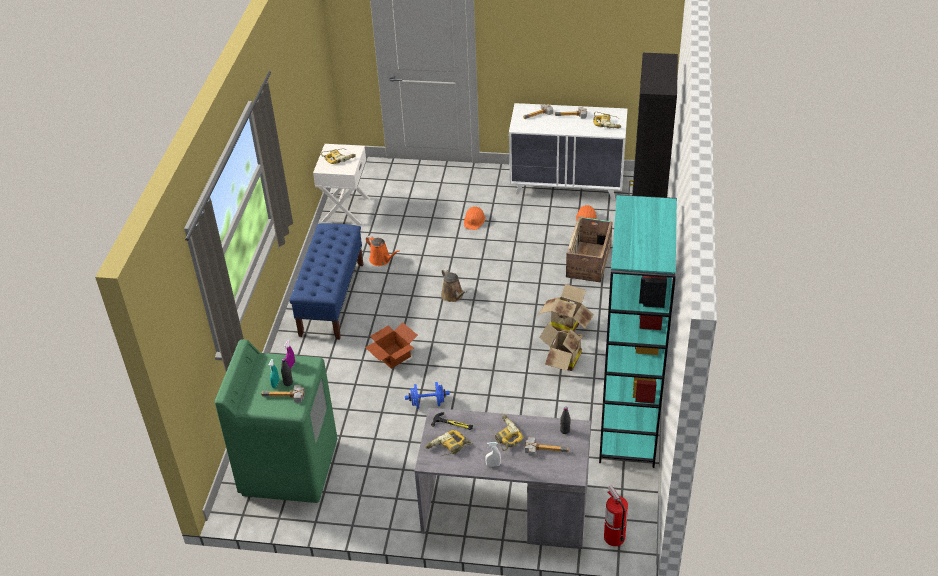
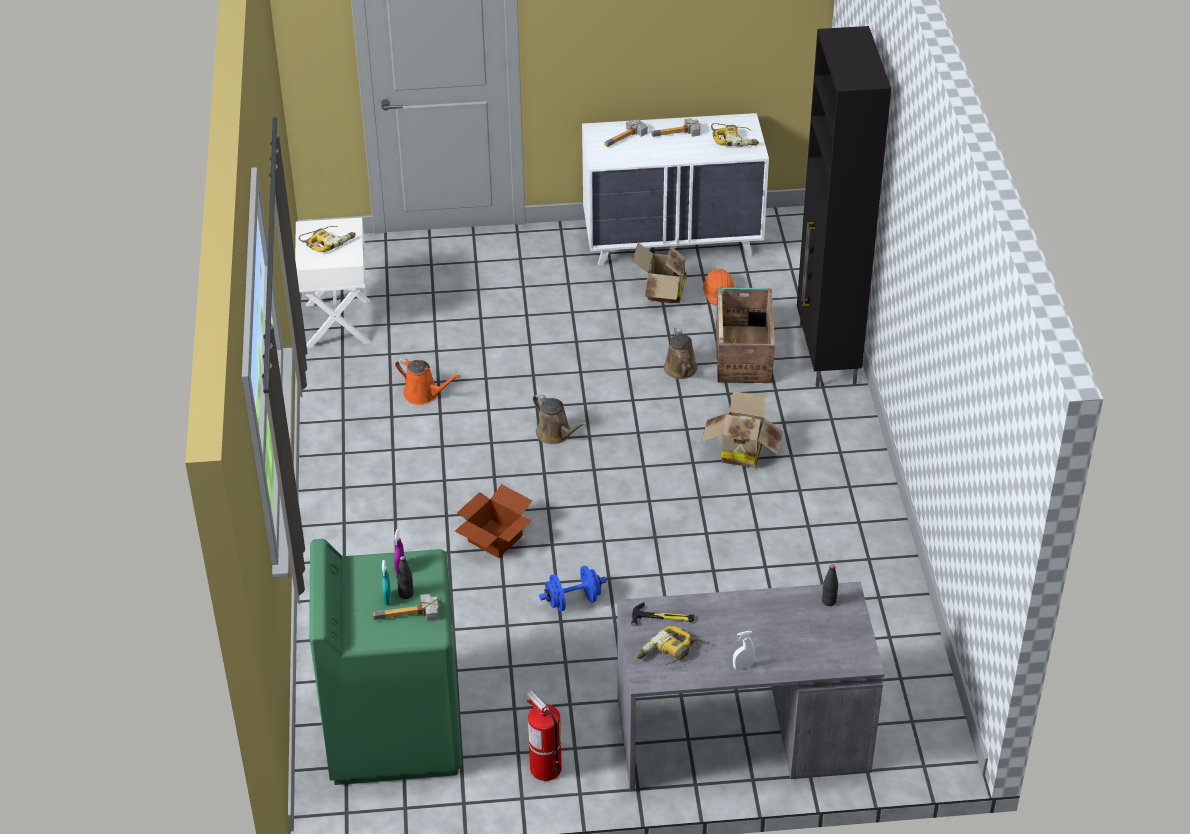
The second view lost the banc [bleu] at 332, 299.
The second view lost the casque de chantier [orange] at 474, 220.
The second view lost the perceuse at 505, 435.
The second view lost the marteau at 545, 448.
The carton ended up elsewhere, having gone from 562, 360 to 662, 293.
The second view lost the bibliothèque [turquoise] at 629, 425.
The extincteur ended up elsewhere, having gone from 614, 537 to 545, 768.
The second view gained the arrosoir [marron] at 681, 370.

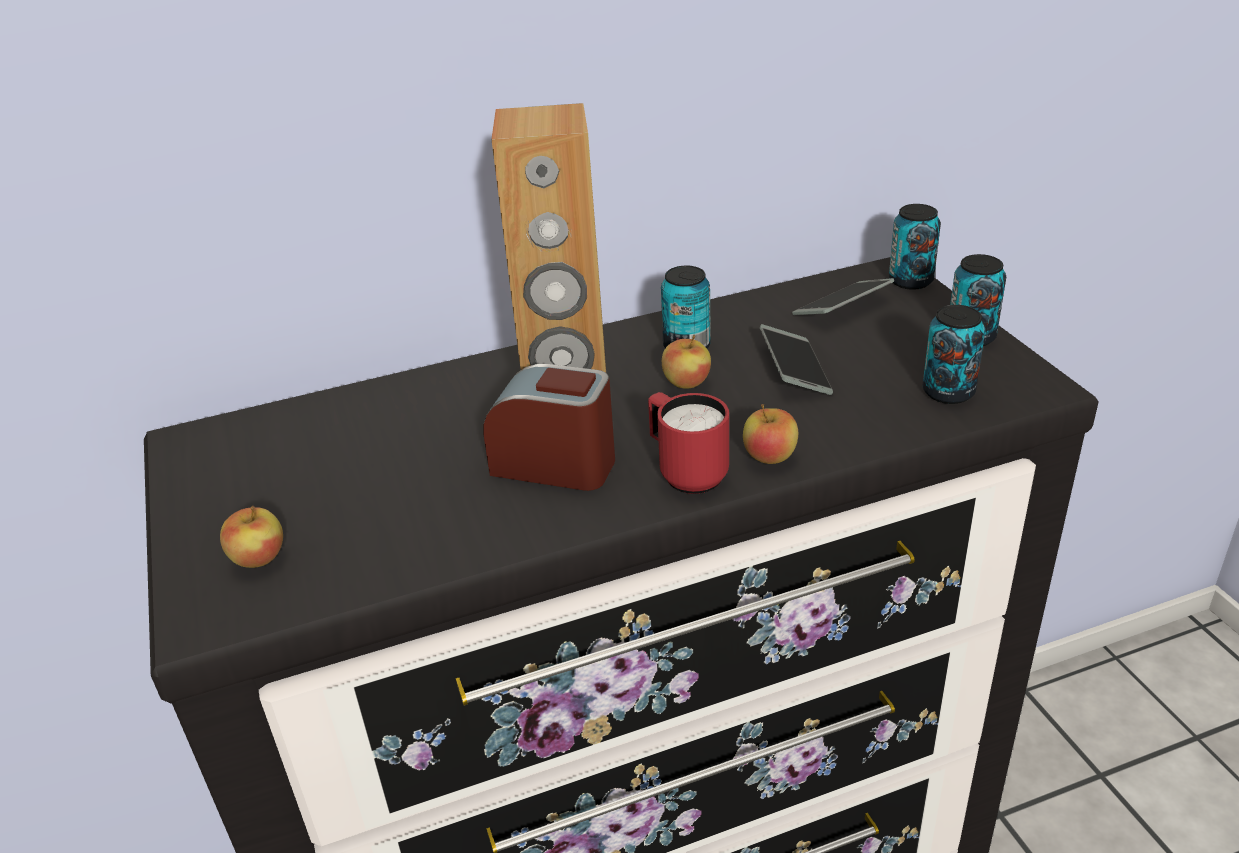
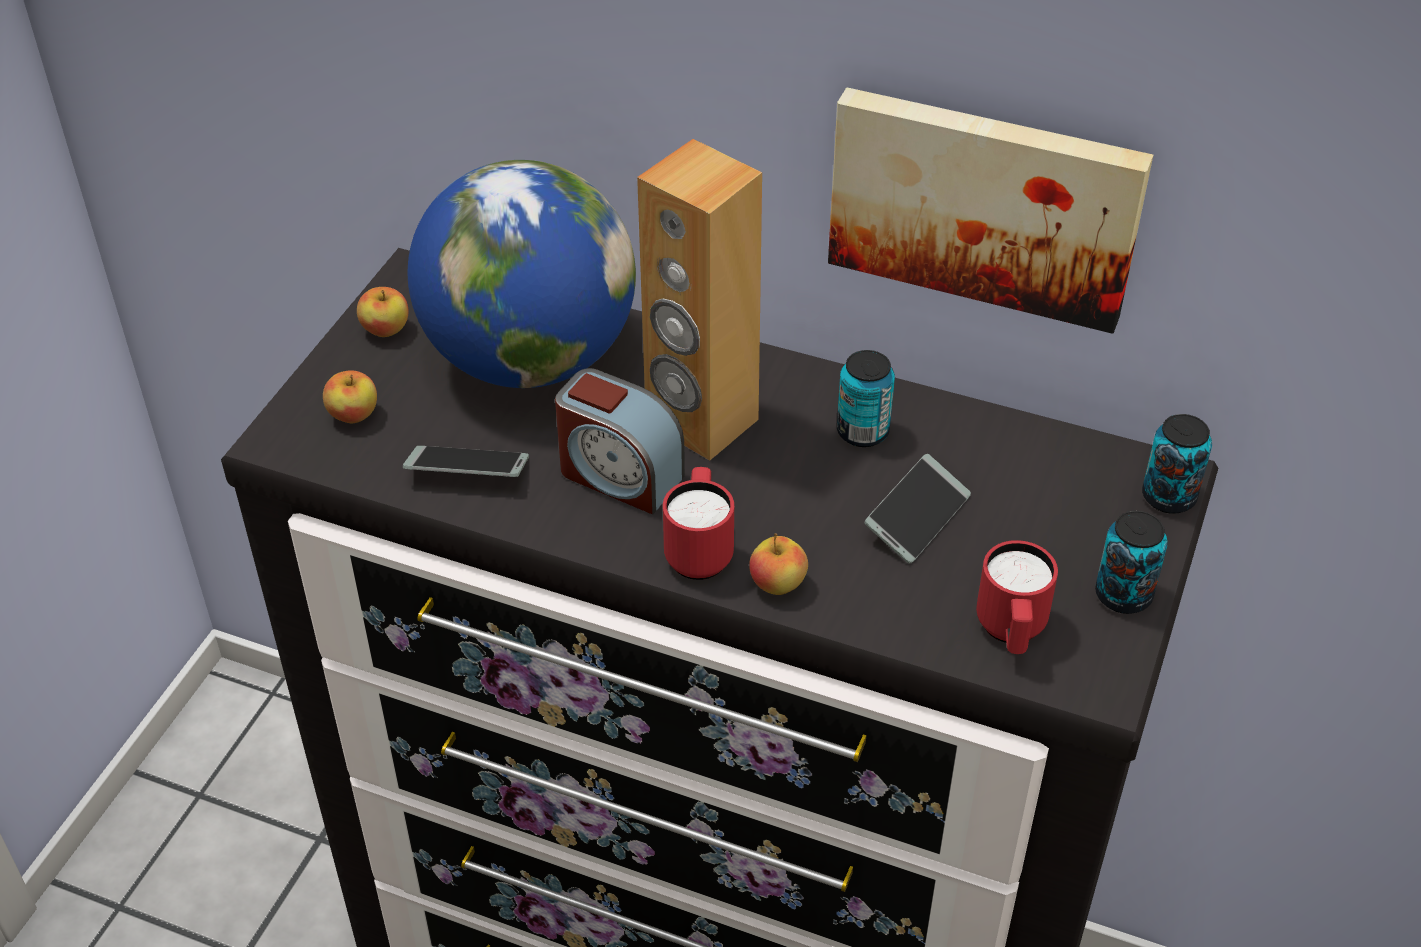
The réveil at 555, 464 ended up facing another way, 150 degrees clockwise from before.
The pomme ended up elsewhere, having gone from 686, 383 to 386, 330.
The téléphone ended up elsewhere, having gone from 842, 307 to 467, 471.
Where the boîte métallique stood at 948, 392, the mug [rouge] came to stand at 1011, 632.
The second view gained the globe at 530, 359.
The second view gained the tableau at 985, 203.

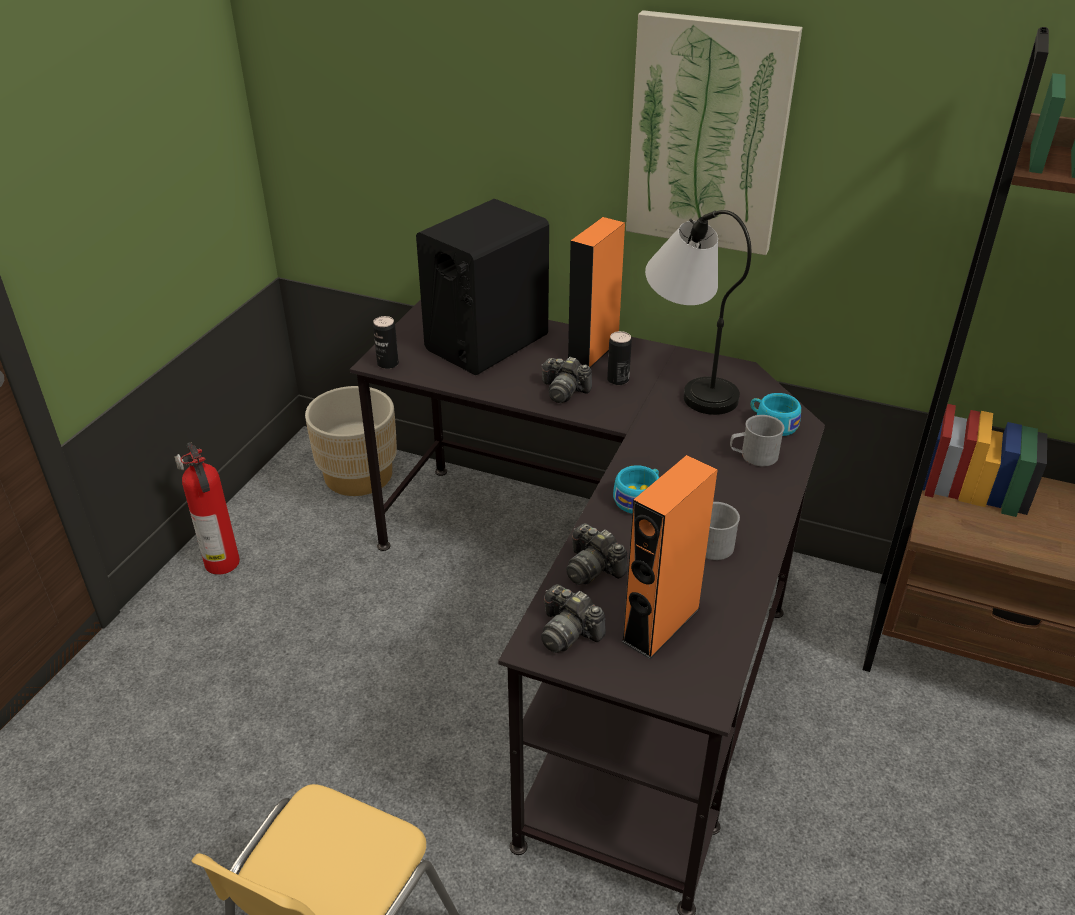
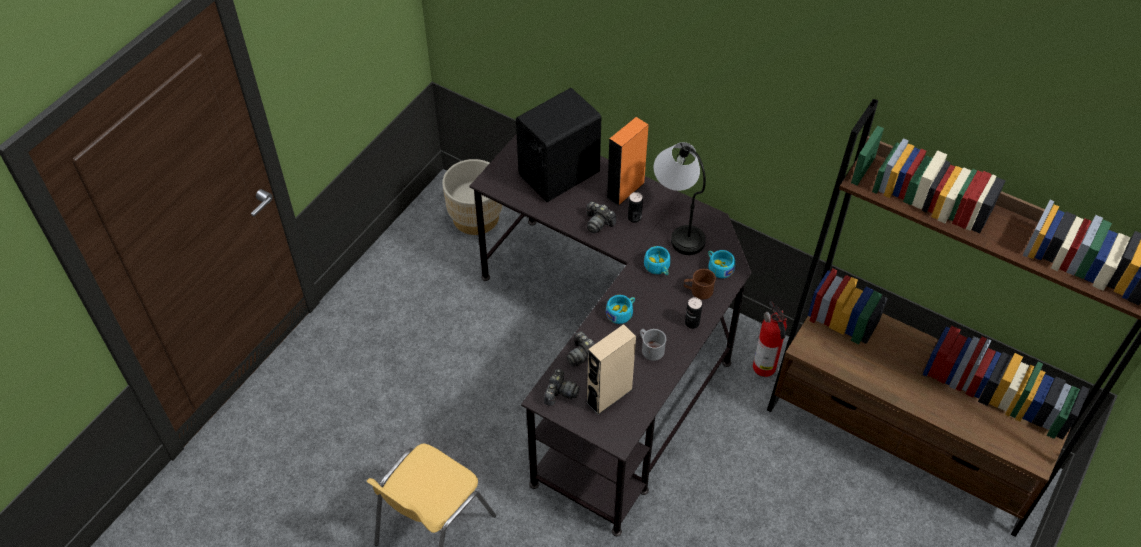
The extincteur ended up elsewhere, having gone from 223, 564 to 765, 368.
The boîte métallique ended up elsewhere, having gone from 388, 364 to 692, 323.
The appareil photo at 568, 632 ended up facing another way, 120 degrees counterclockwise from before.
What was the enceinte [orange] at 661, 624 turned into the enceinte [beige] at 609, 396.
The second view lost the tableau at 708, 135.
What was the mug [gris] at 753, 456 turned into the mug [marron] at 698, 290.
The second view gained the tasse [turquoise] at 658, 267.

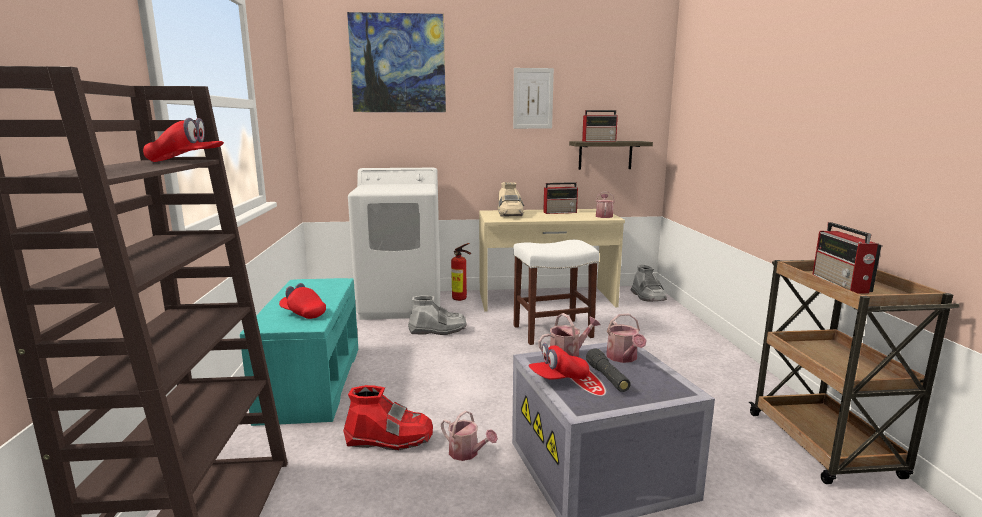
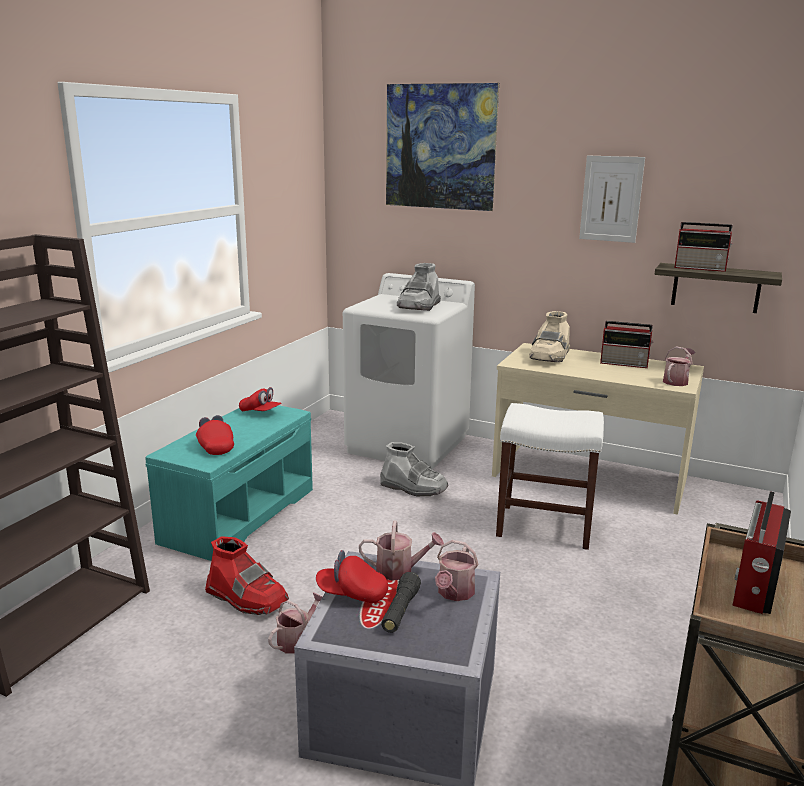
The casquette [rouge] ended up elsewhere, having gone from 186, 161 to 260, 412.
The arrosoir at 467, 453 ended up facing another way, 120 degrees counterclockwise from before.
The second view lost the extincteur at 461, 299.
The botte [gris] ended up elsewhere, having gone from 648, 297 to 419, 307.

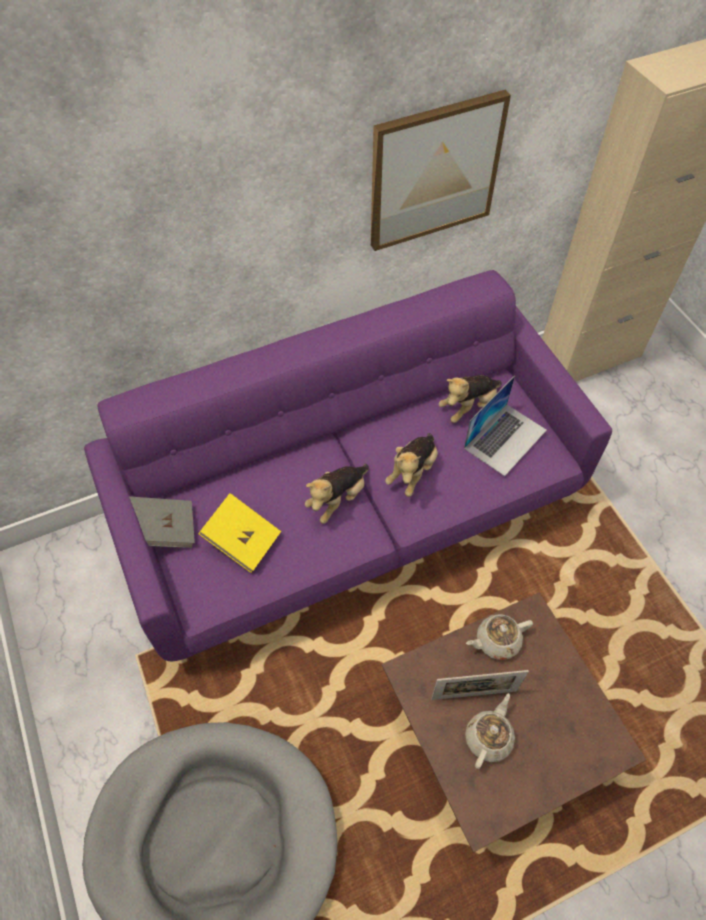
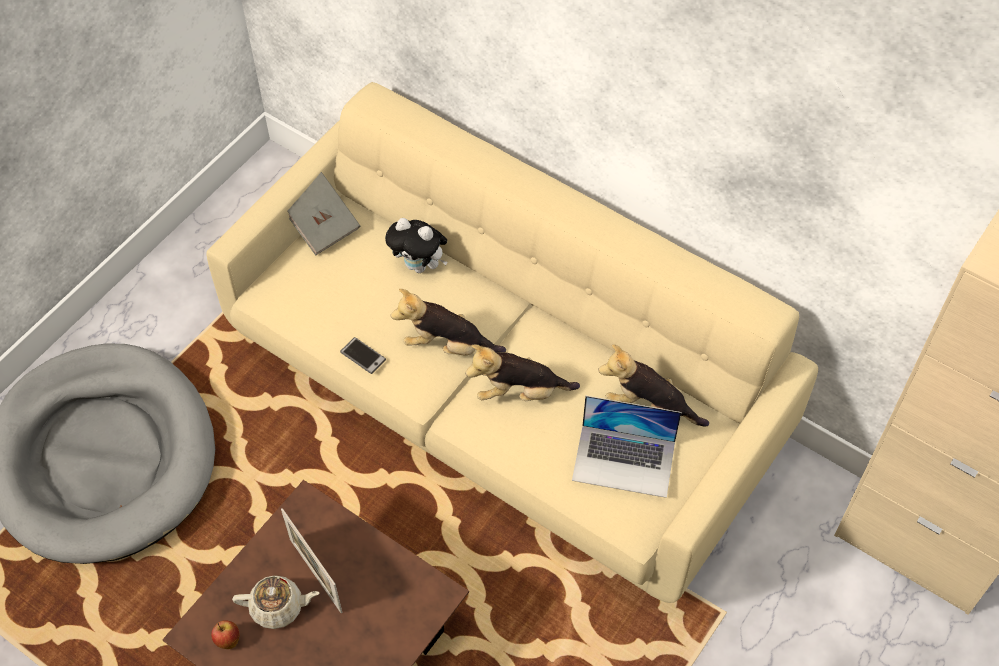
What was the canapé [violet] at 353, 511 turned into the canapé [beige] at 501, 397.
The second view lost the livre [jaune] at 242, 540.
The second view lost the tableau at 434, 171.
The second view lost the théière [beige] at 496, 641.
The second view gained the pomme at 228, 640.
The second view gained the téléphone at 363, 356.
The second view gained the peluche at 420, 266.

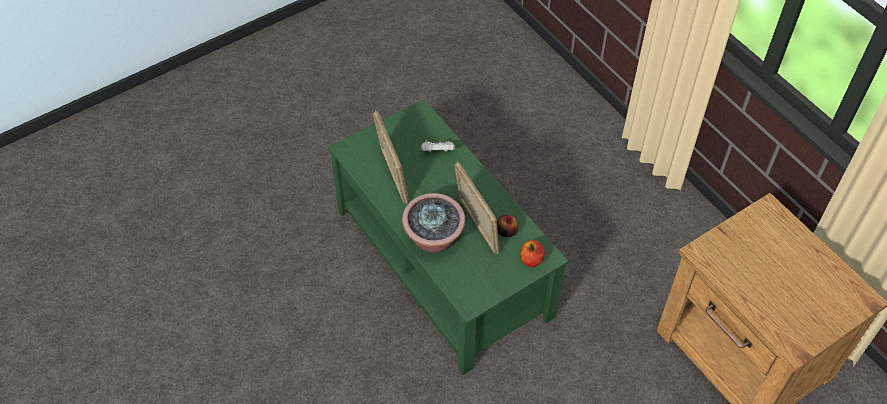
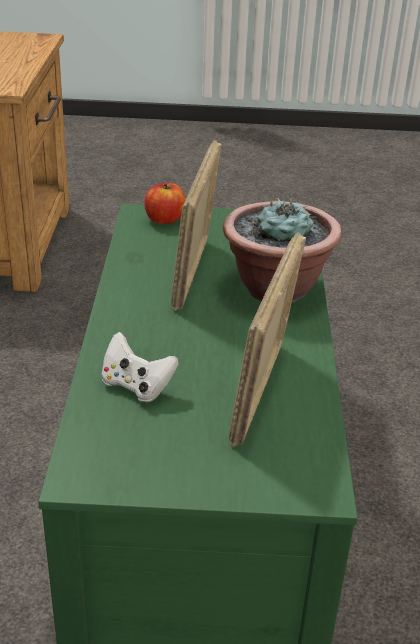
The second view lost the pomme at 506, 231.

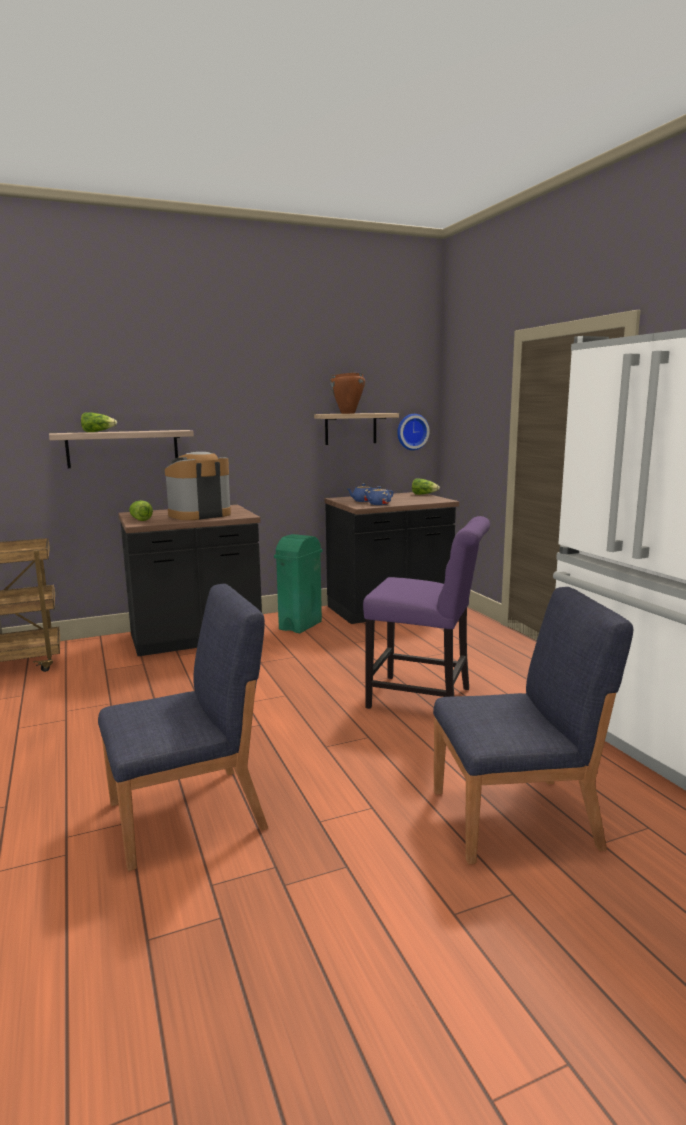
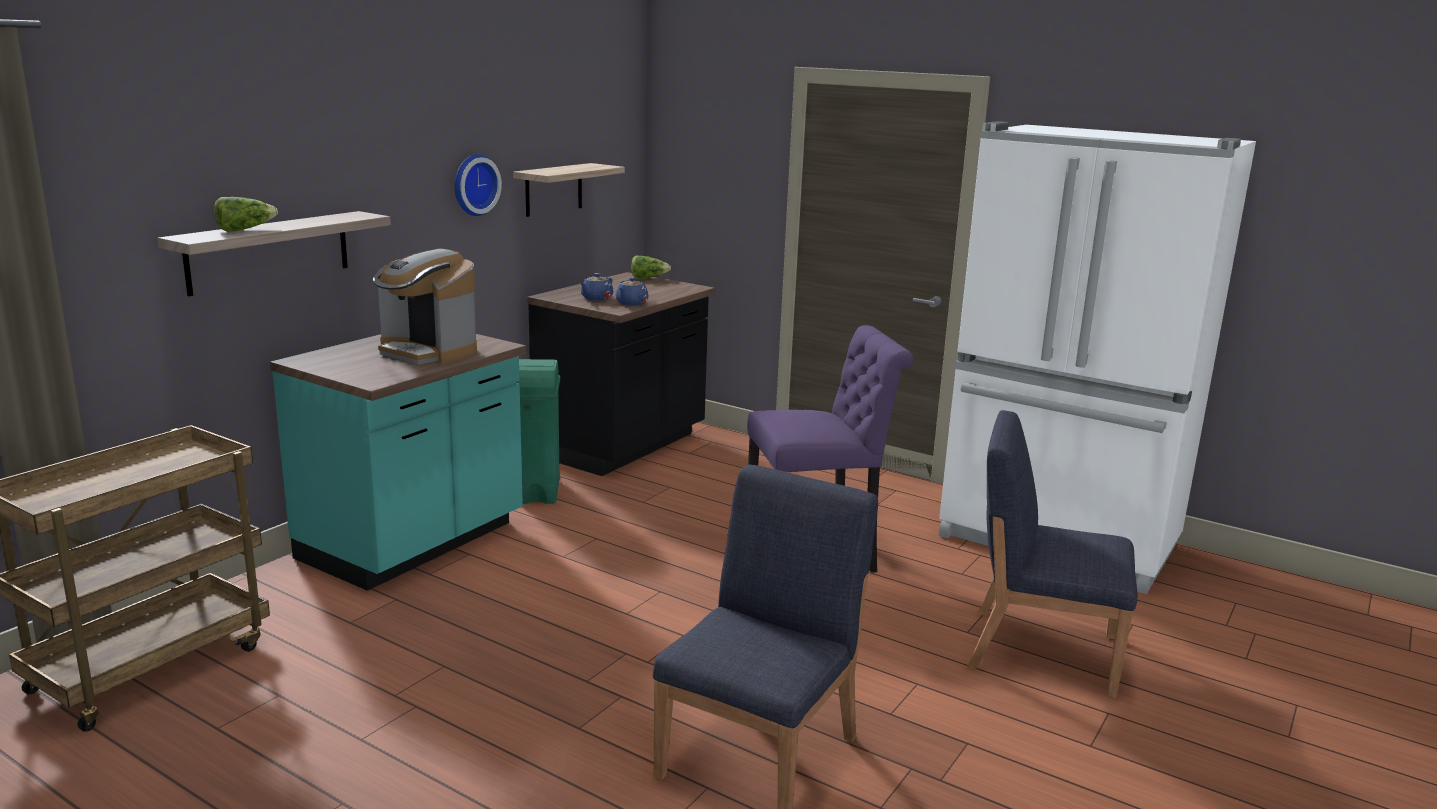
What was the comptoir de cuisine [noir] at 195, 638 turned into the comptoir de cuisine [turquoise] at 414, 543.
The second view lost the laitue at 140, 519.
The machine à café at 199, 515 ended up facing another way, 75 degrees counterclockwise from before.
The second view lost the marmite [marron] at 347, 413.
The horloge murale ended up elsewhere, having gone from 411, 431 to 473, 184.
The chaise [bleu] at 516, 818 ended up facing another way, 120 degrees counterclockwise from before.

